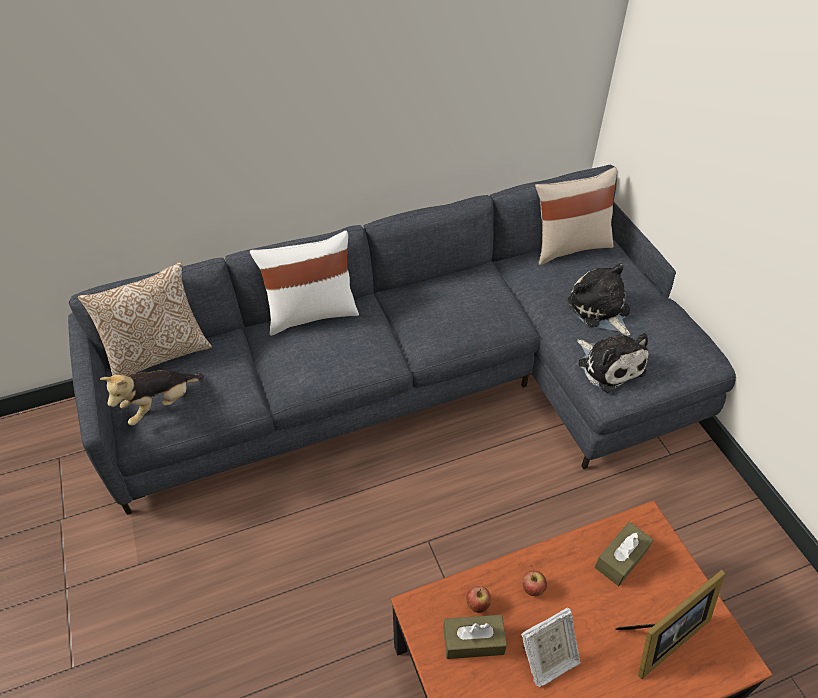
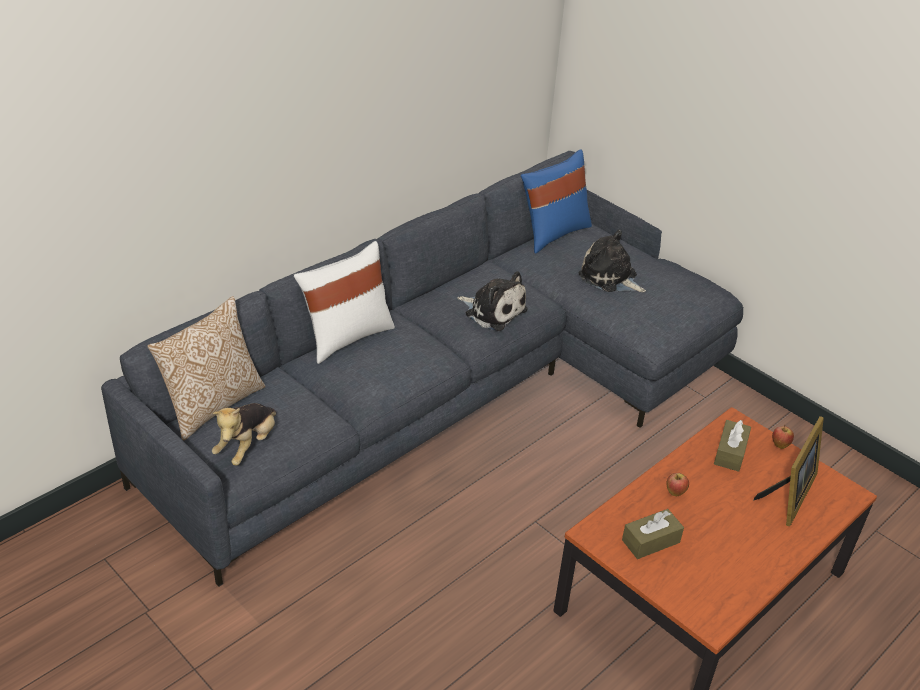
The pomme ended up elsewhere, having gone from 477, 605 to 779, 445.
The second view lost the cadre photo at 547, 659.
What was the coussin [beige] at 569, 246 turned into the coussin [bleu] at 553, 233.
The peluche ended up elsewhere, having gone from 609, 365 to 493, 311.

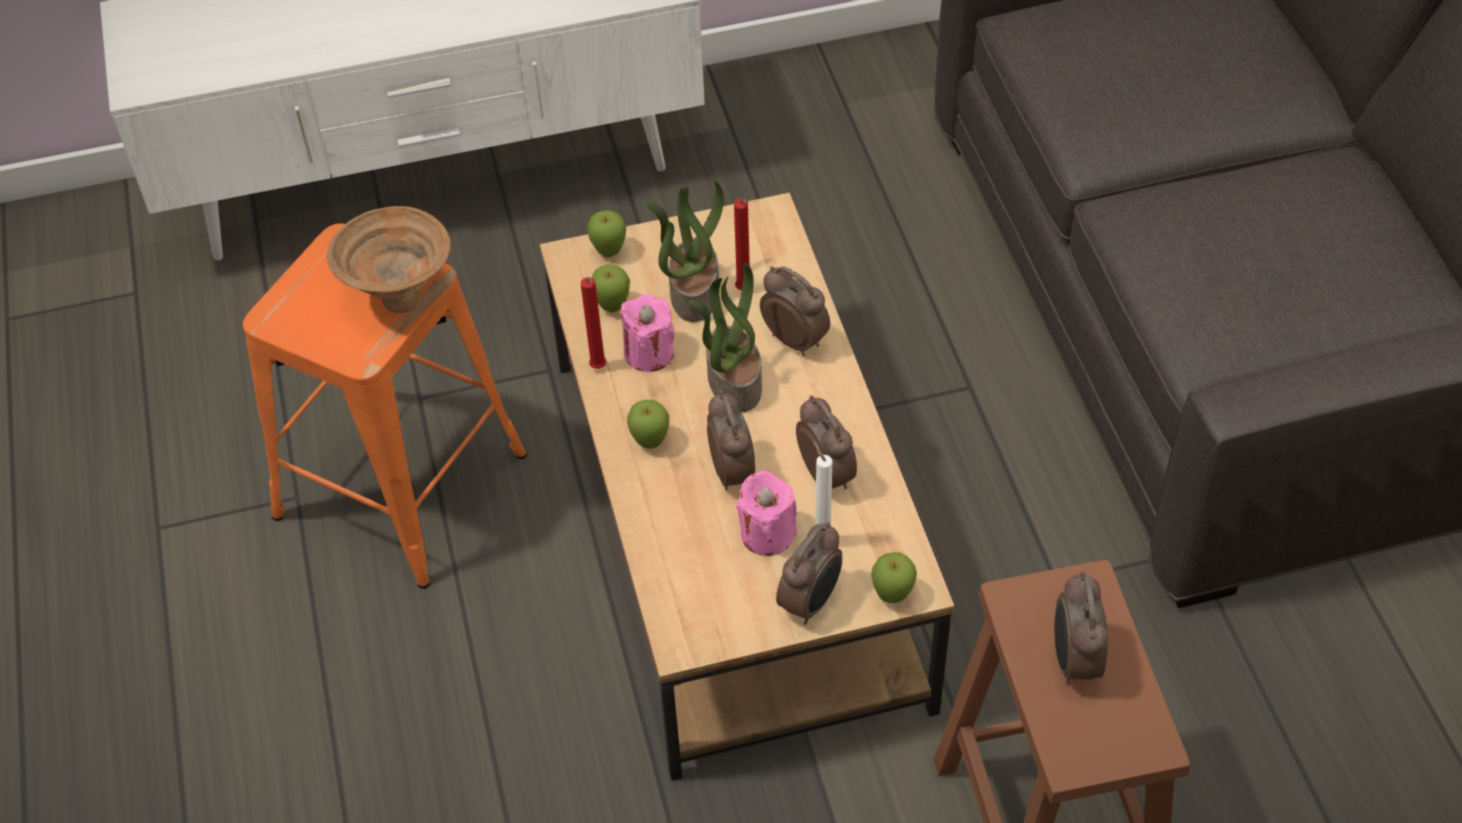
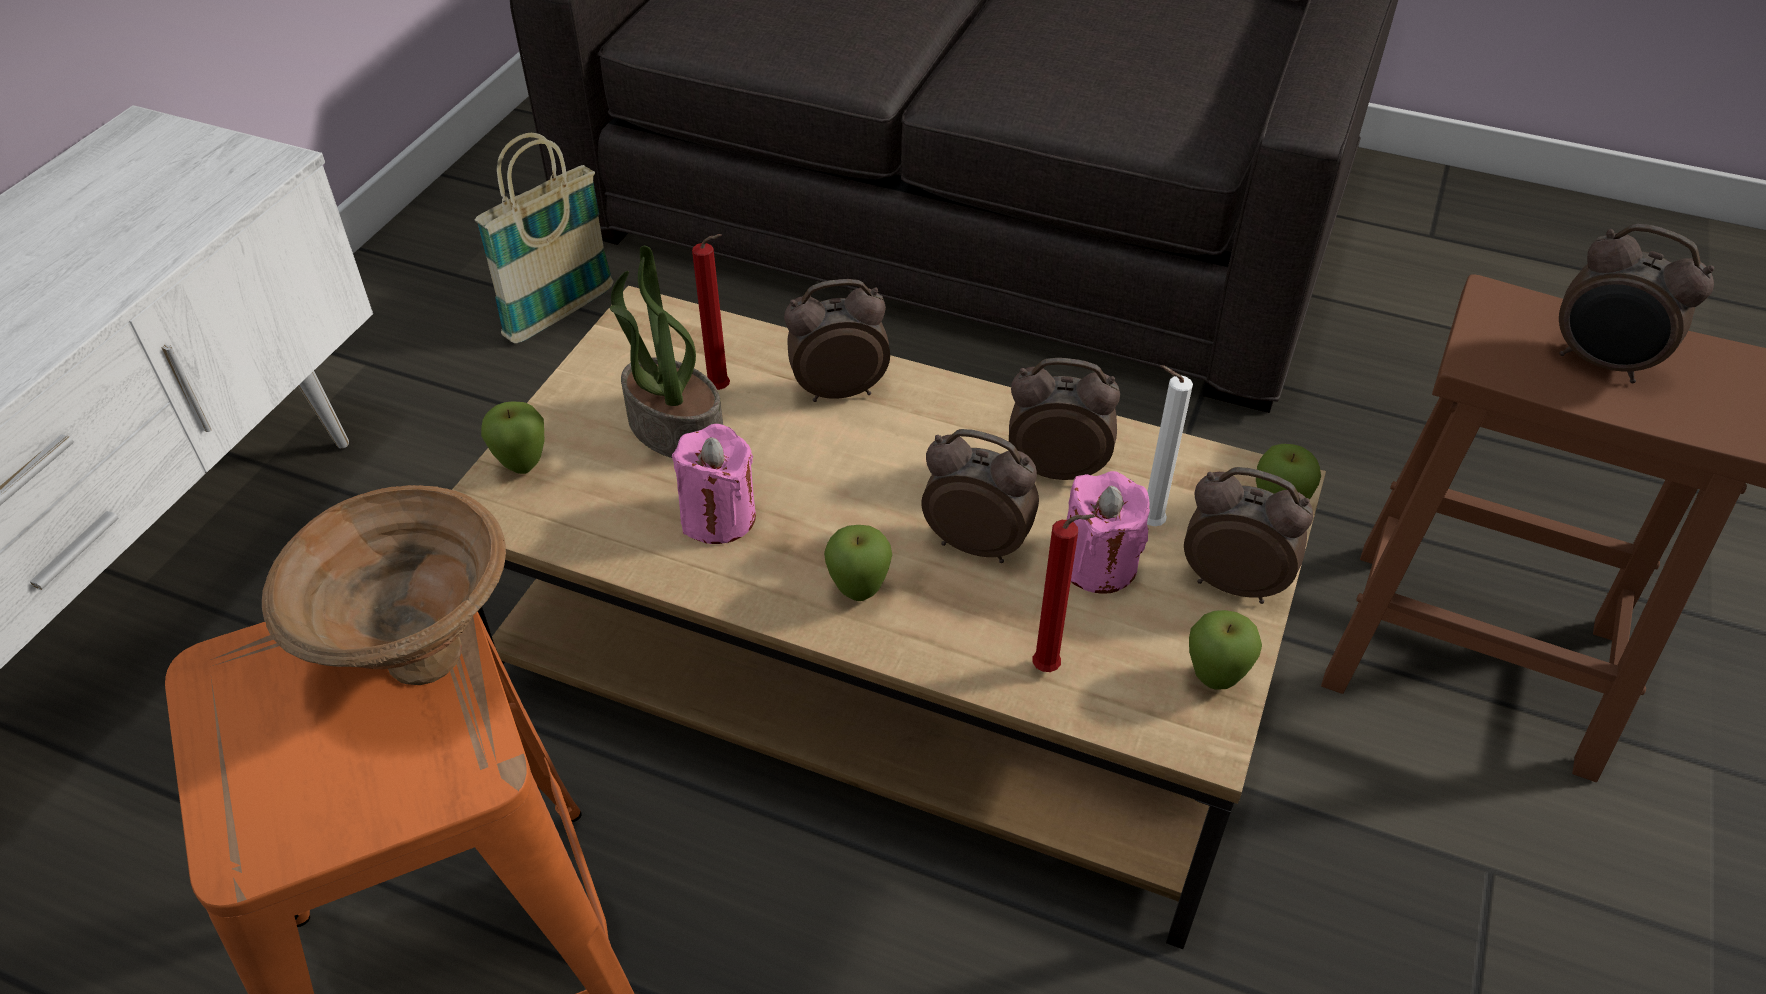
The bougie [rouge] ended up elsewhere, having gone from 599, 369 to 1050, 669.
The pomme ended up elsewhere, having gone from 612, 307 to 1214, 680.
The second view lost the plante en pot at 732, 381.
The réveil at 811, 602 ended up facing another way, 45 degrees counterclockwise from before.
The second view gained the panier at 560, 313.

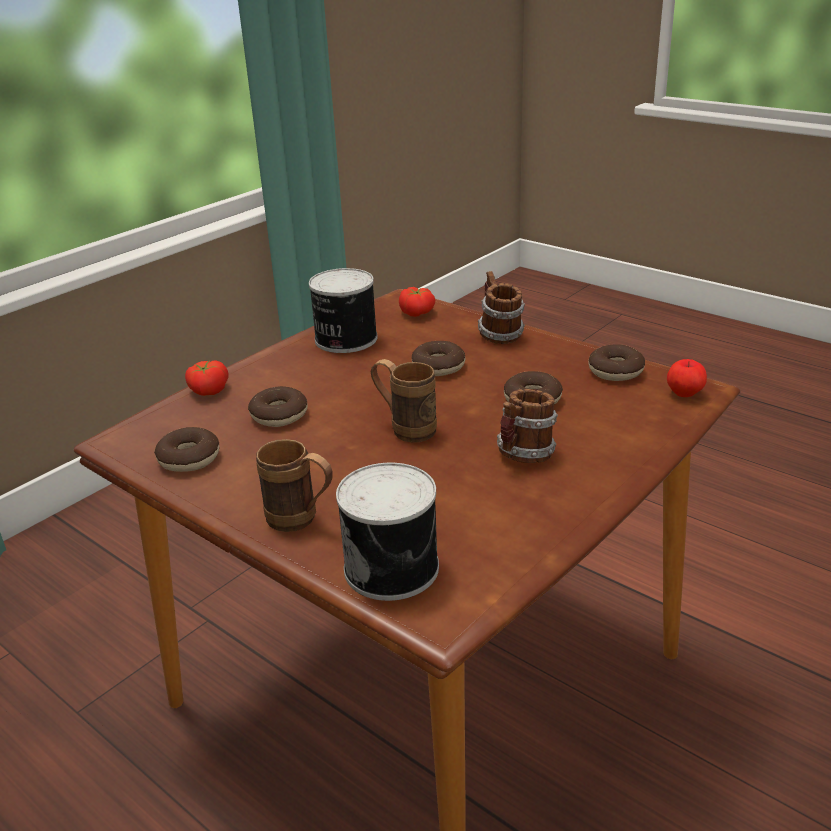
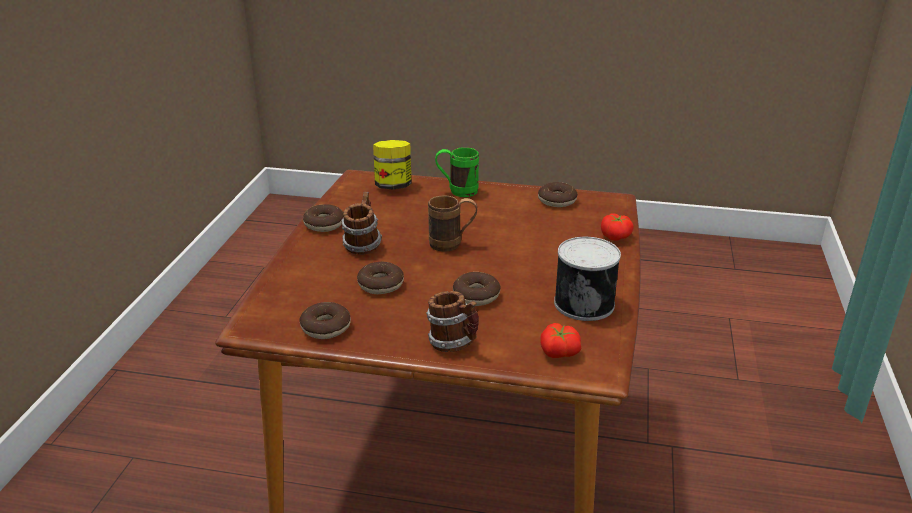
The beignet ended up elsewhere, having gone from 279, 415 to 324, 224.
What was the mug [marron] at 301, 520 turned into the mug [vert] at 457, 191.
Where the boîte métallique stood at 394, 567, the bocal came to stand at 393, 186.
The second view lost the pomme at 685, 394.

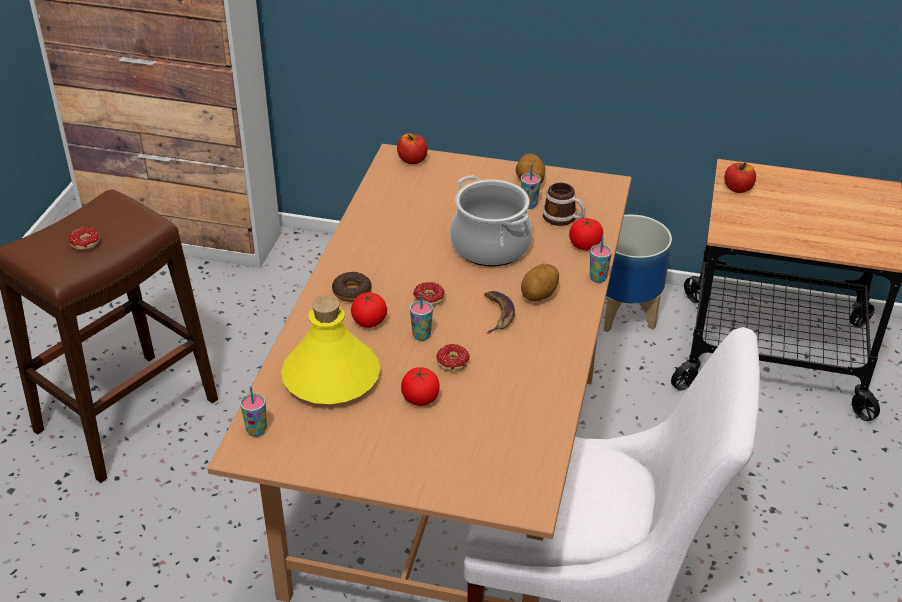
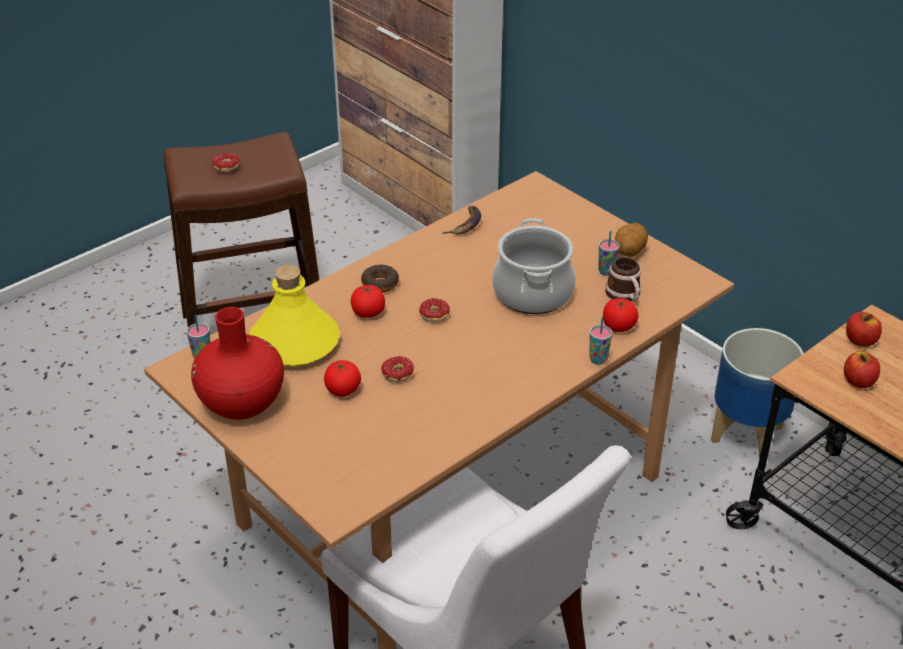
The pomme ended up elsewhere, having gone from 412, 160 to 858, 381.
The second view lost the tasse at 421, 335.
The banane ended up elsewhere, having gone from 497, 314 to 465, 224.
The second view lost the pomme de terre at 540, 295.
The second view gained the vase [rouge] at 241, 403.

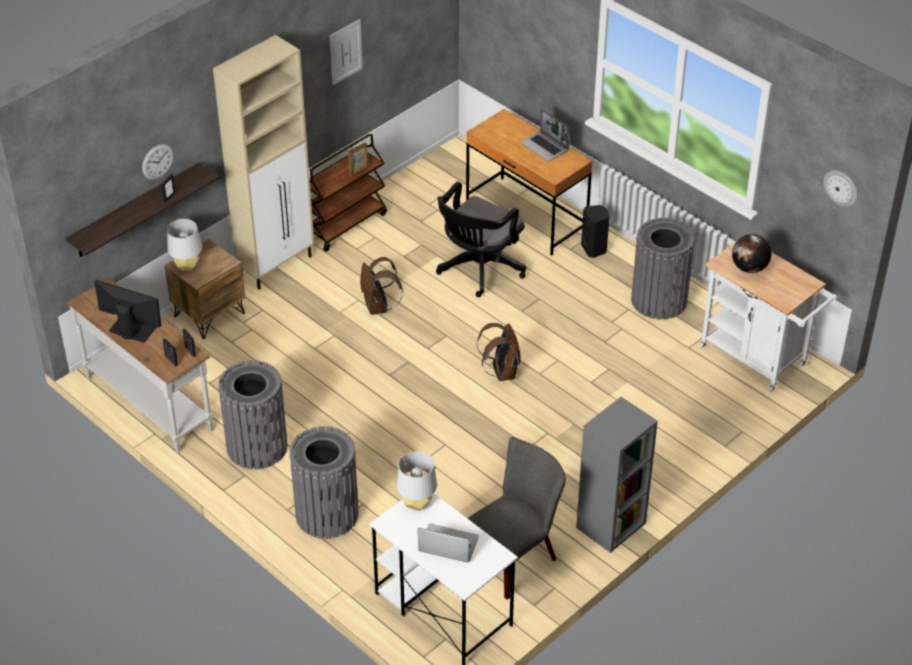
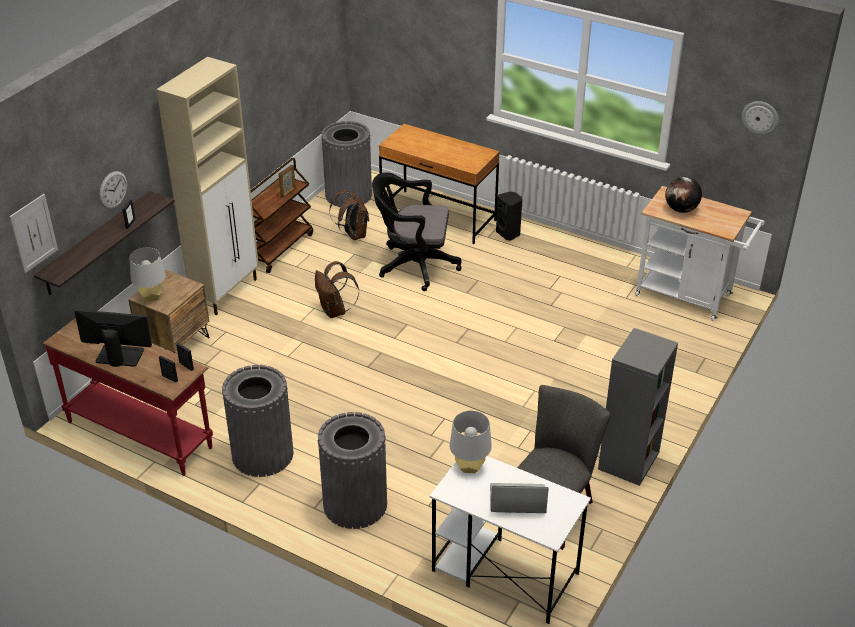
What was the table console [blanc] at 150, 402 turned into the table console [rouge] at 140, 433.
The tableau ended up elsewhere, having gone from 345, 52 to 33, 233.
The chaise de bureau [noir] at 478, 269 ended up facing another way, 75 degrees clockwise from before.
The sac à dos [marron] ended up elsewhere, having gone from 501, 372 to 353, 235.
The second view lost the ordinateur portable at 545, 147.
The poubelle [gris] ended up elsewhere, having gone from 659, 300 to 348, 195.

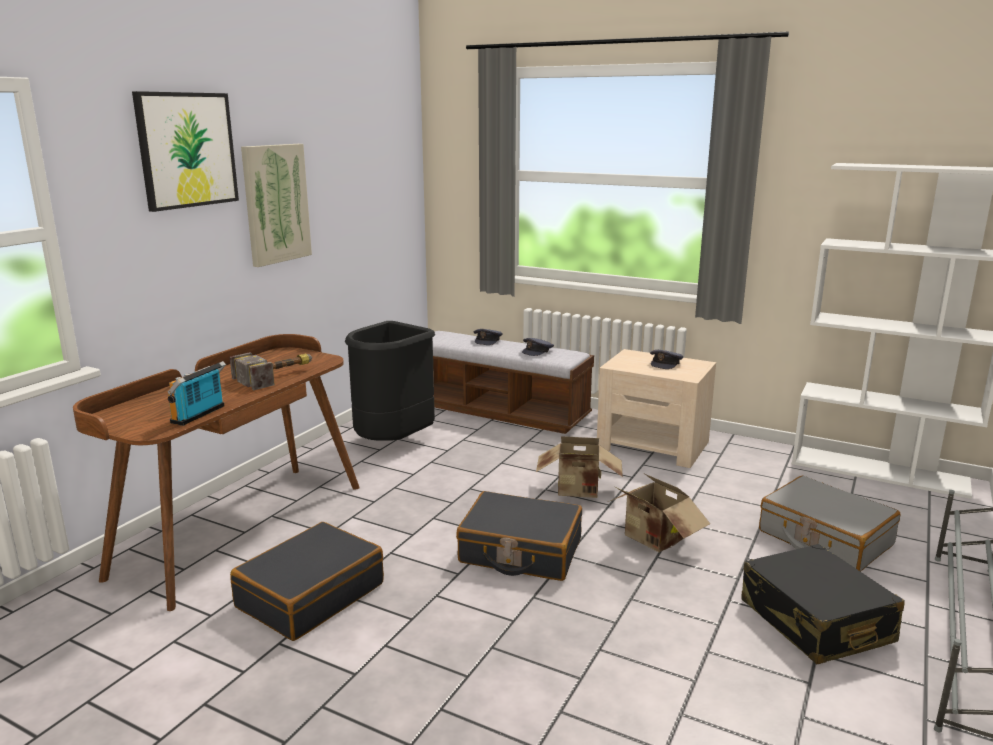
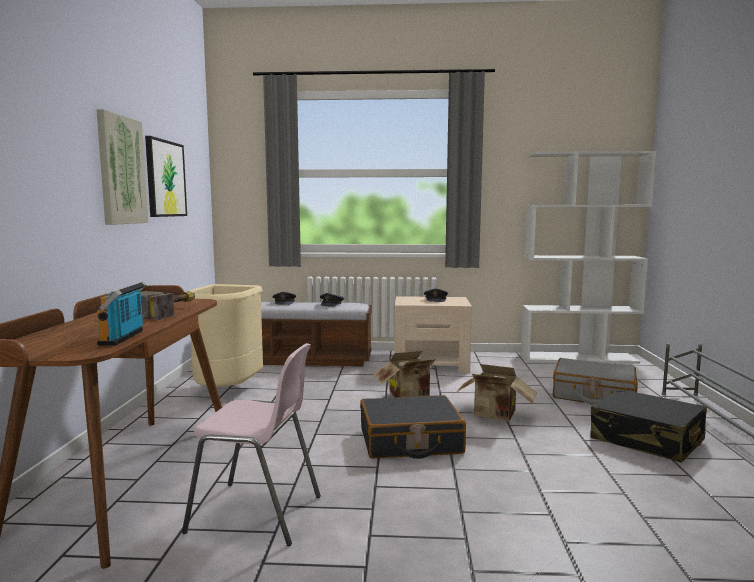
The tableau ended up elsewhere, having gone from 187, 150 to 165, 179.
Where the valise [noir] stood at 310, 595, the chaise [rose] came to stand at 257, 514.
What was the poubelle [noir] at 393, 442 turned into the poubelle [beige] at 228, 391.

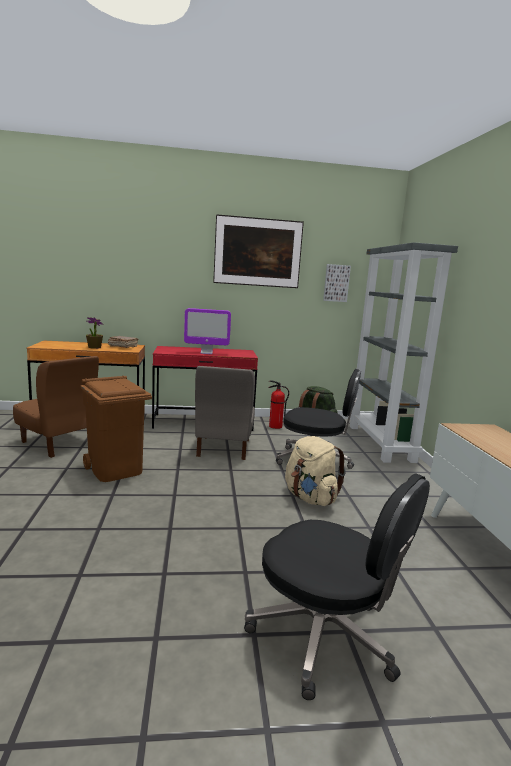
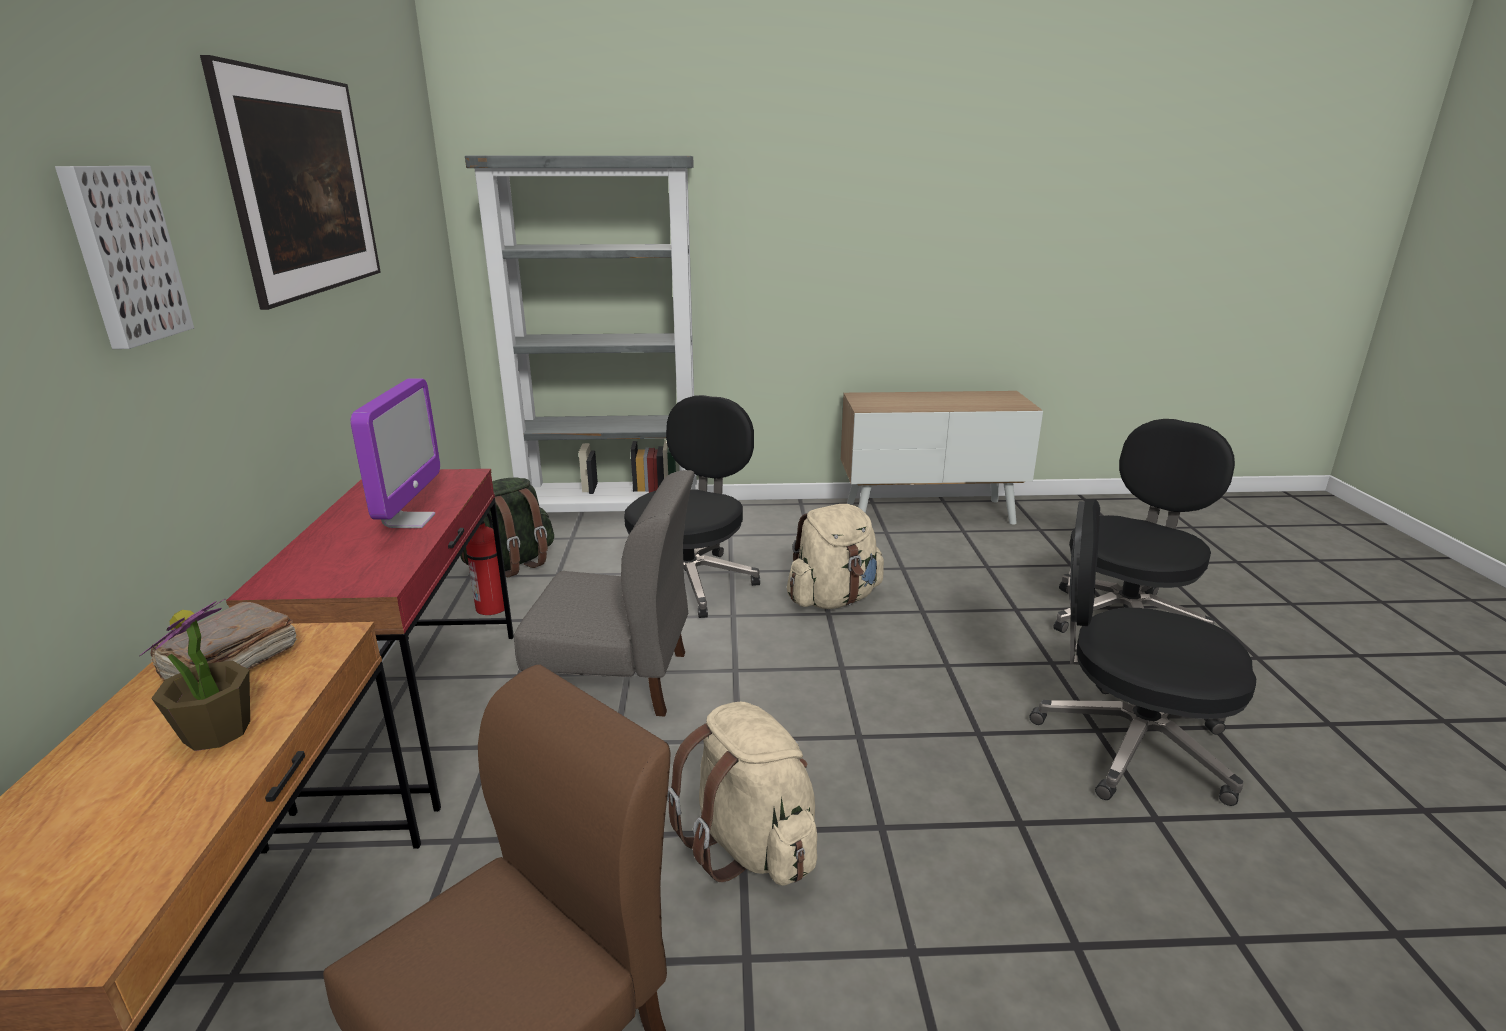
Where the poubelle [marron] stood at 115, 470, the sac à dos [beige] came to stand at 750, 844.
The tableau ended up elsewhere, having gone from 336, 283 to 122, 255.
The second view gained the chaise de bureau [noir] at 1129, 744.

